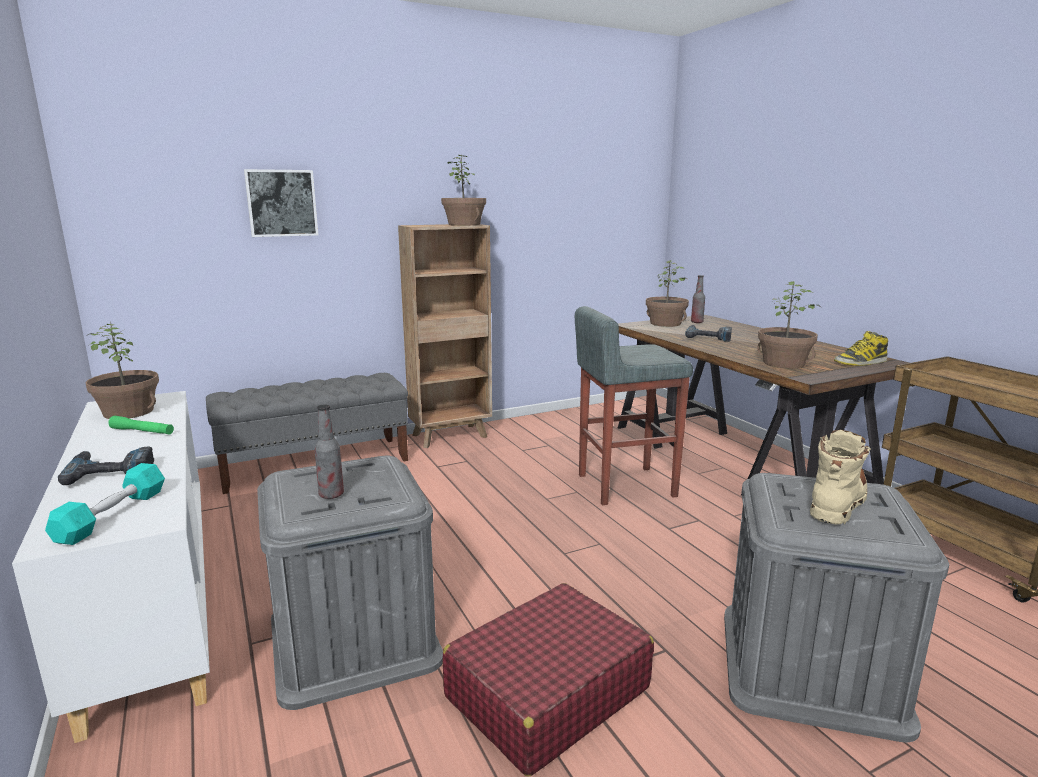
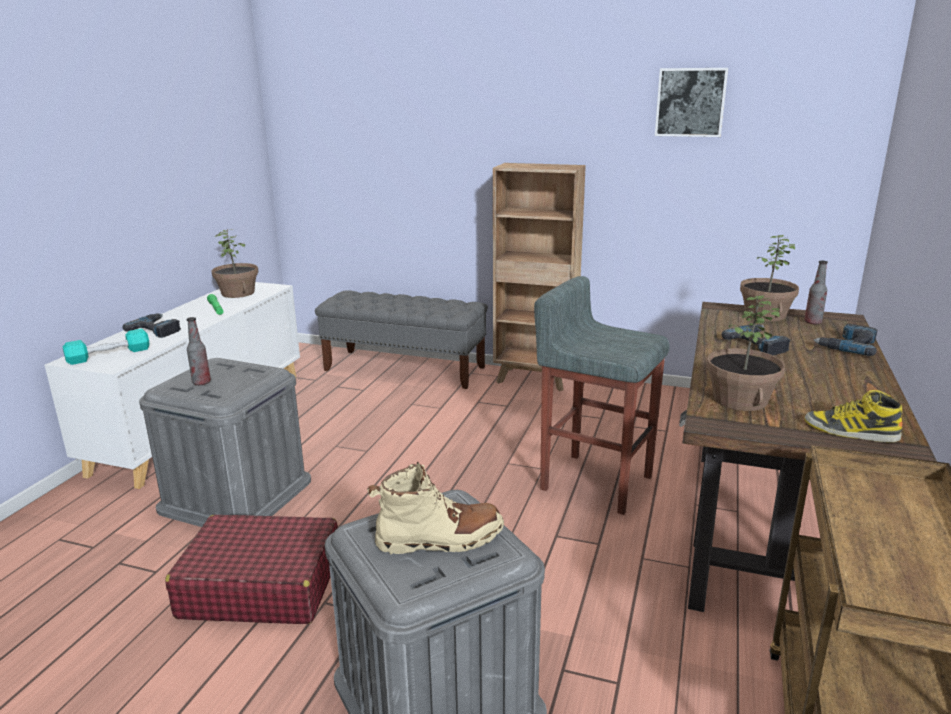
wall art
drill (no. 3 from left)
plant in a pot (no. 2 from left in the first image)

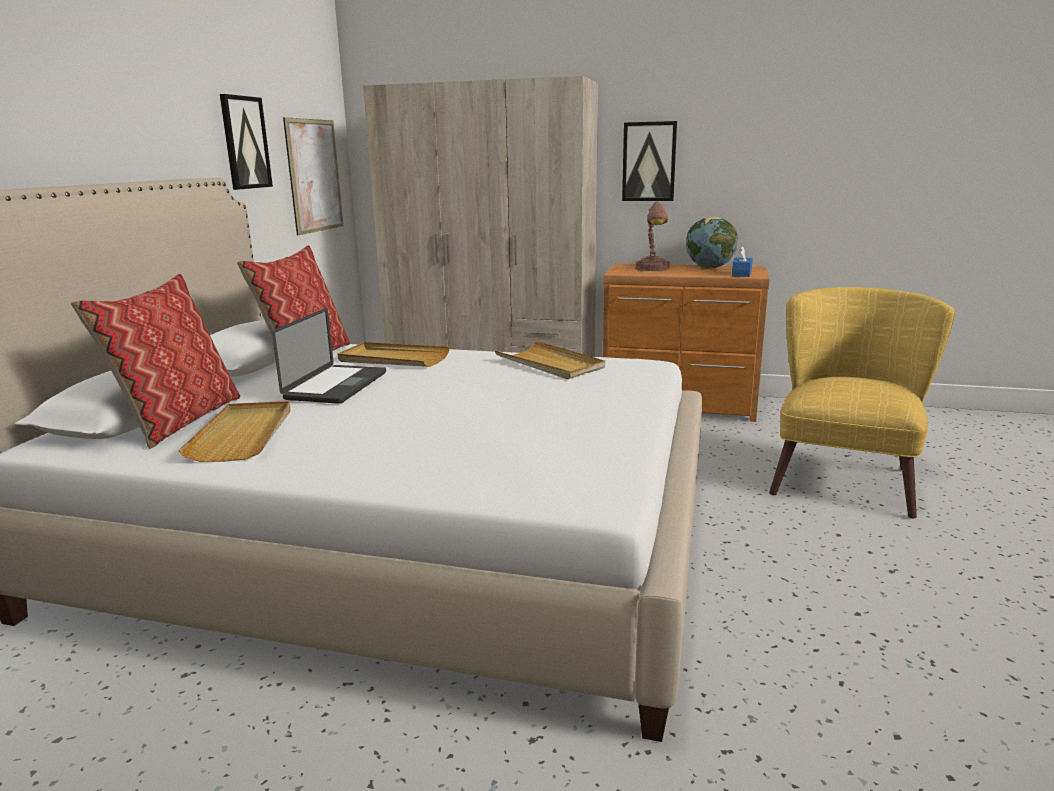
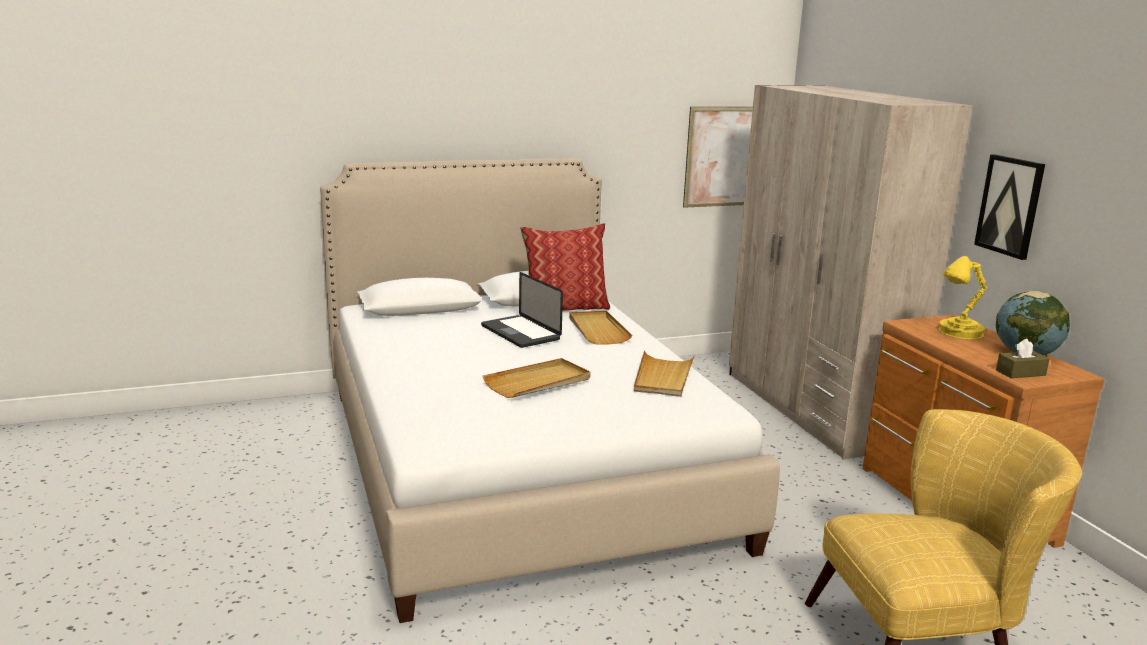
portable computer
serving tray (sand-coloured) (no. 1 from left)
table lamp (yellow)
tissue box (brown)
pillow (no. 1 from left in the first image)
wall art (no. 1 from left in the first image)

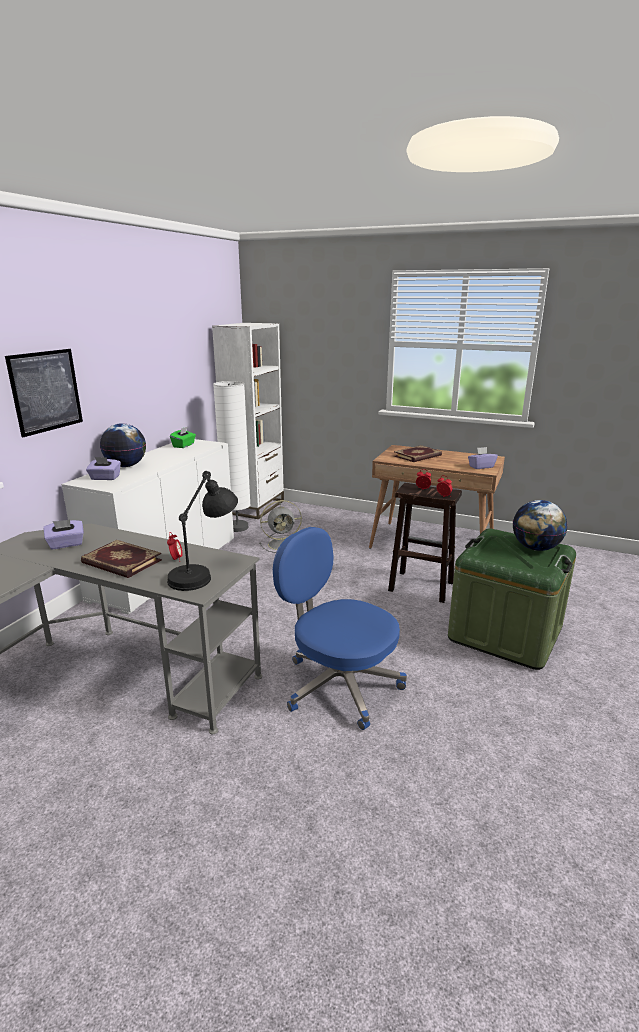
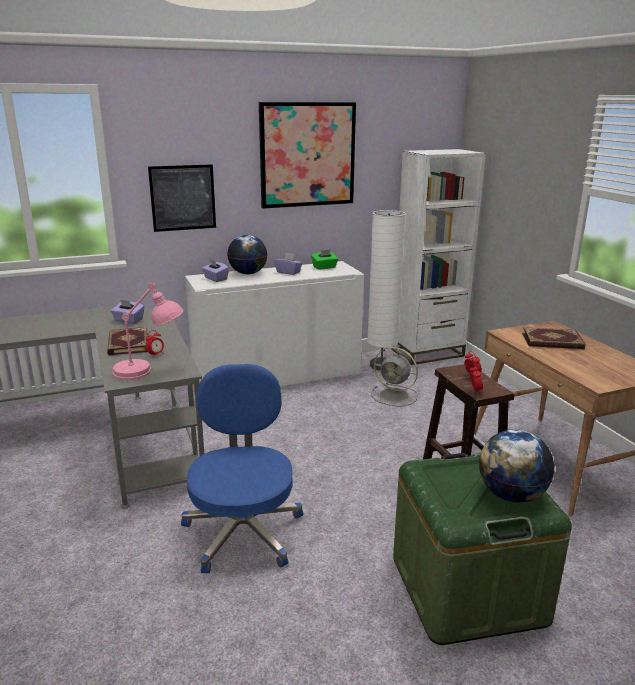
table lamp (pinkish)
wall art (no. 2 from left)
tissue box (purple-coloured) (no. 3 from left)

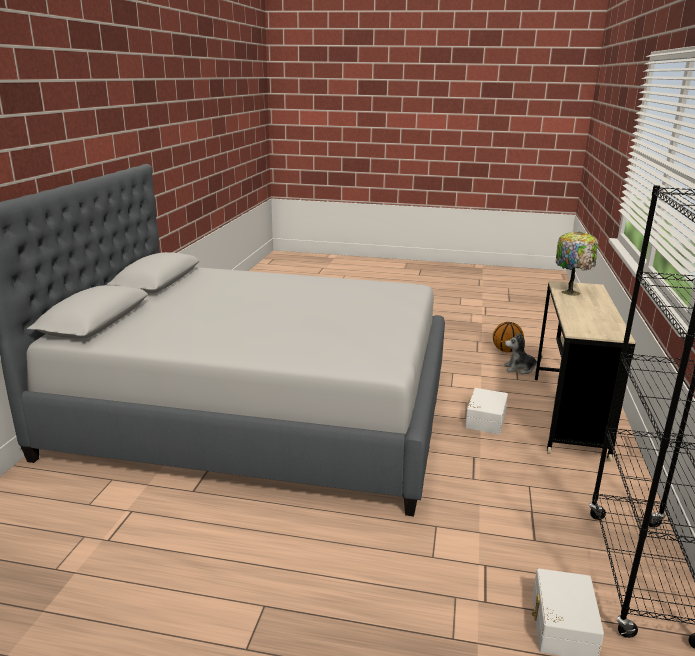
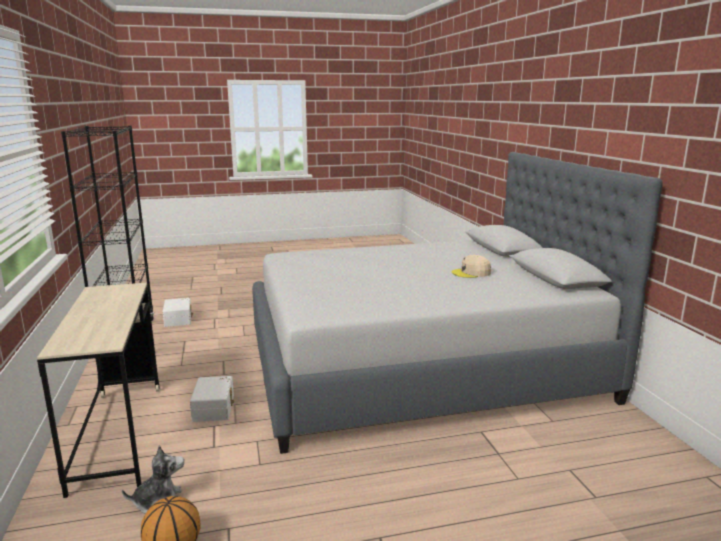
peaked cap (sand-coloured)
table lamp

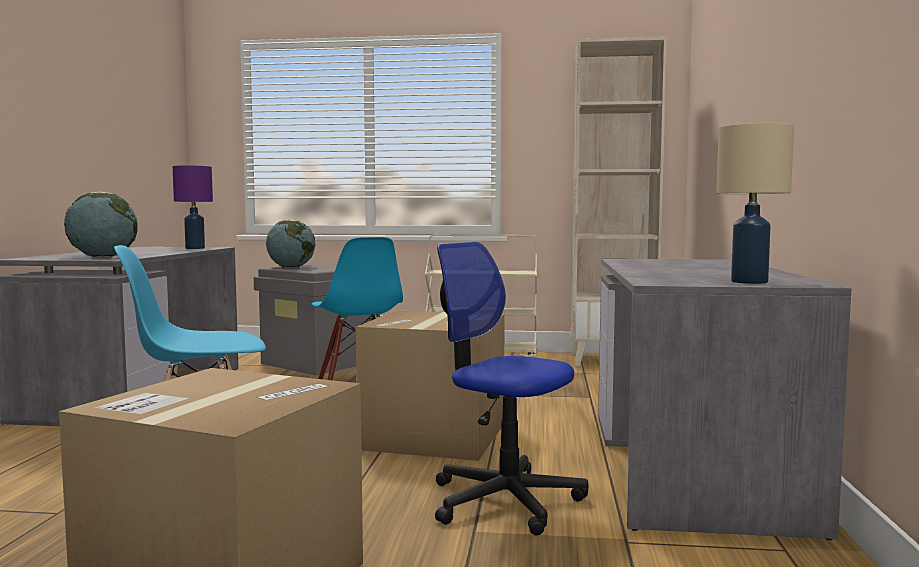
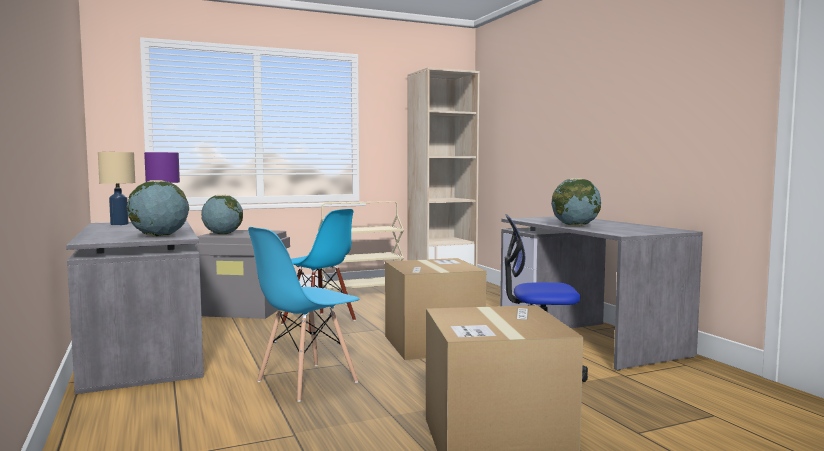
table lamp (sand-coloured)
globe (no. 3 from left)

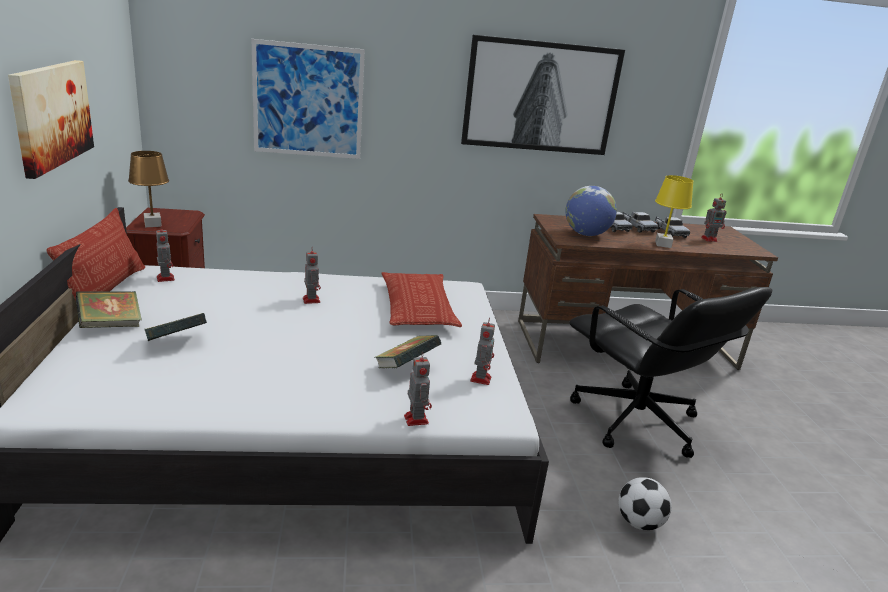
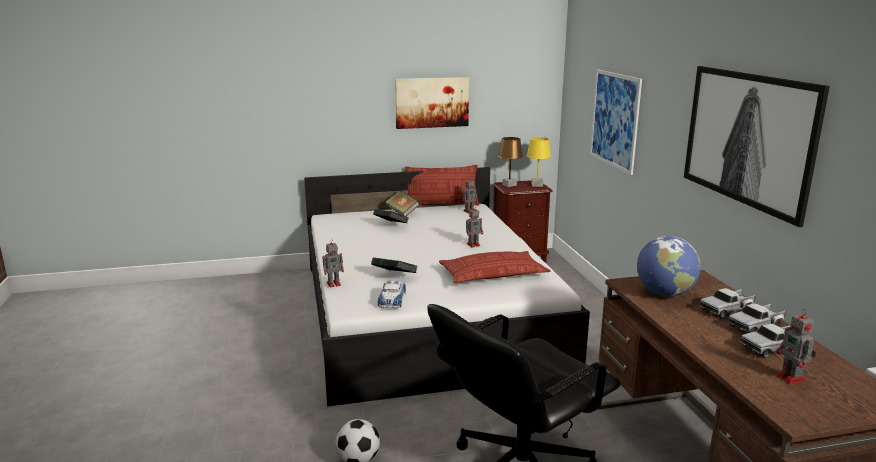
toy car
table lamp (yellow)

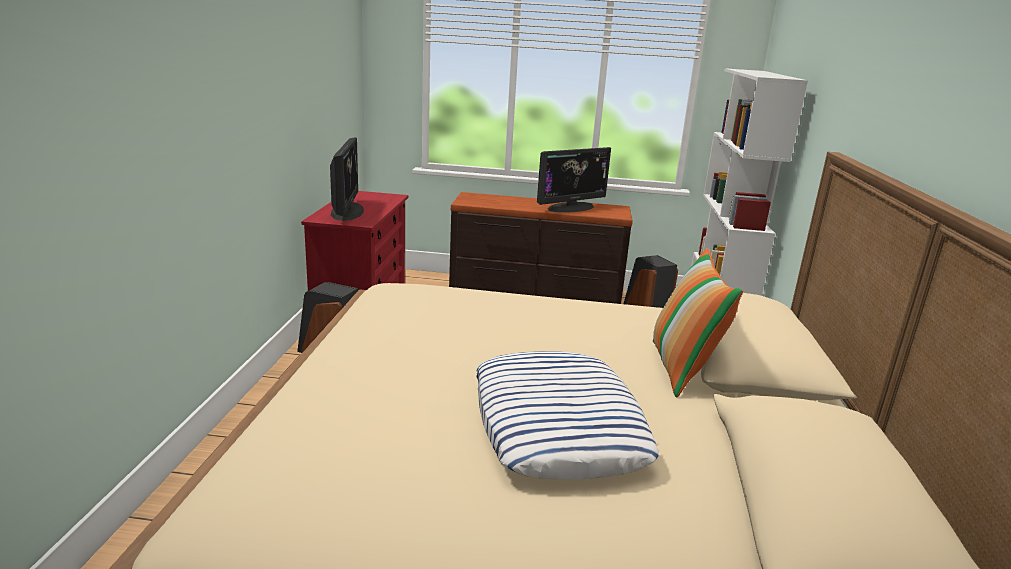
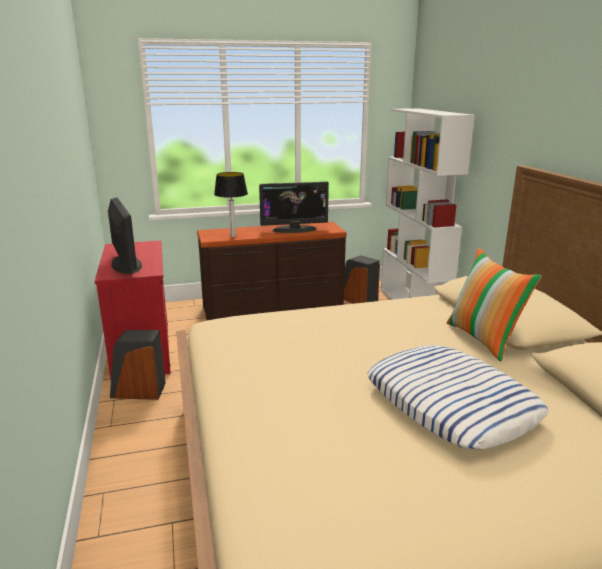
table lamp
monitor (no. 2 from left)

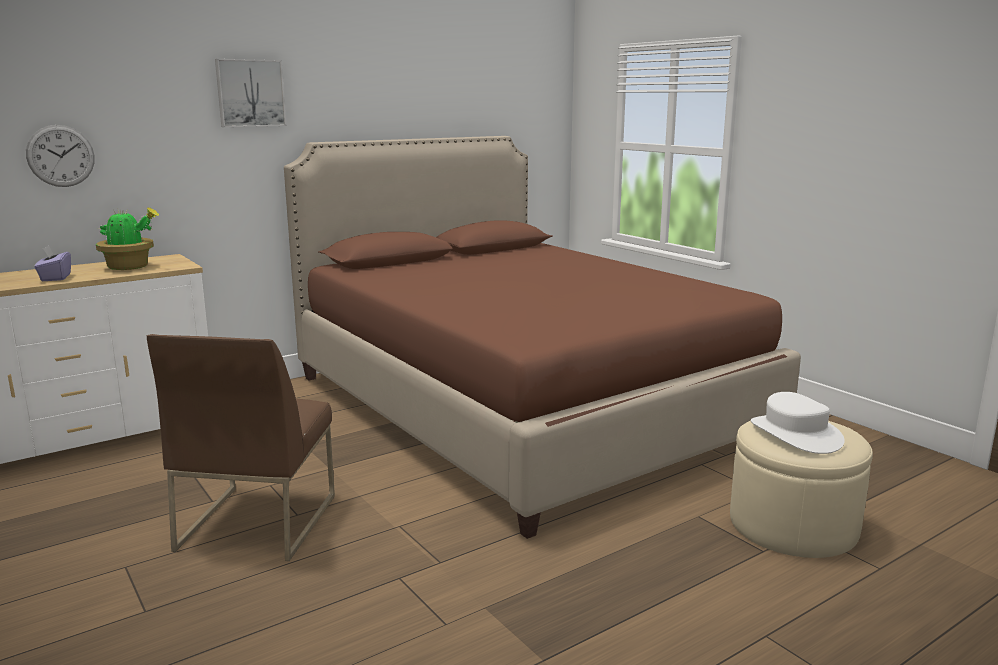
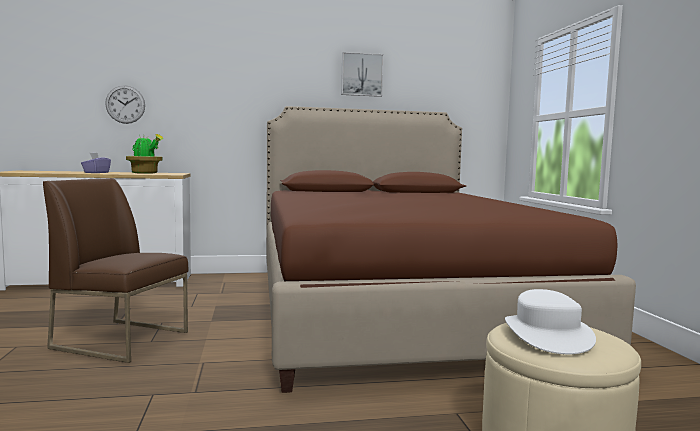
chair (brown)
wall art

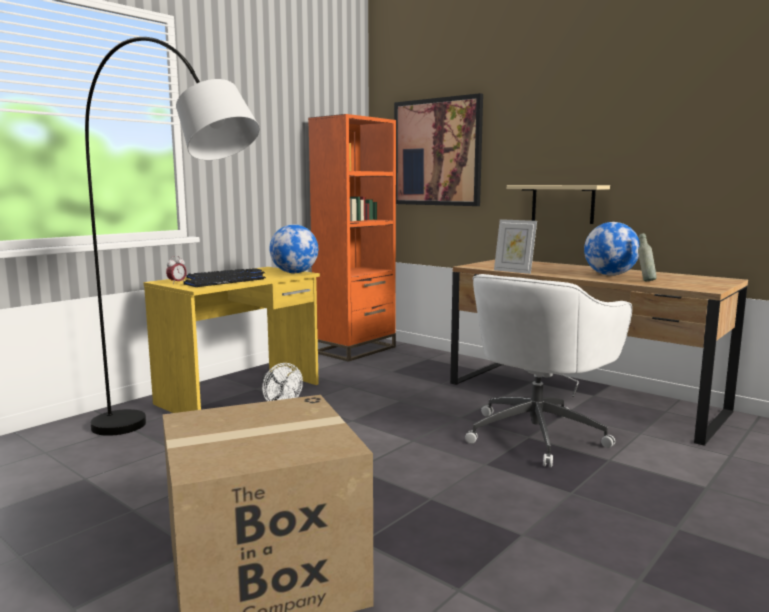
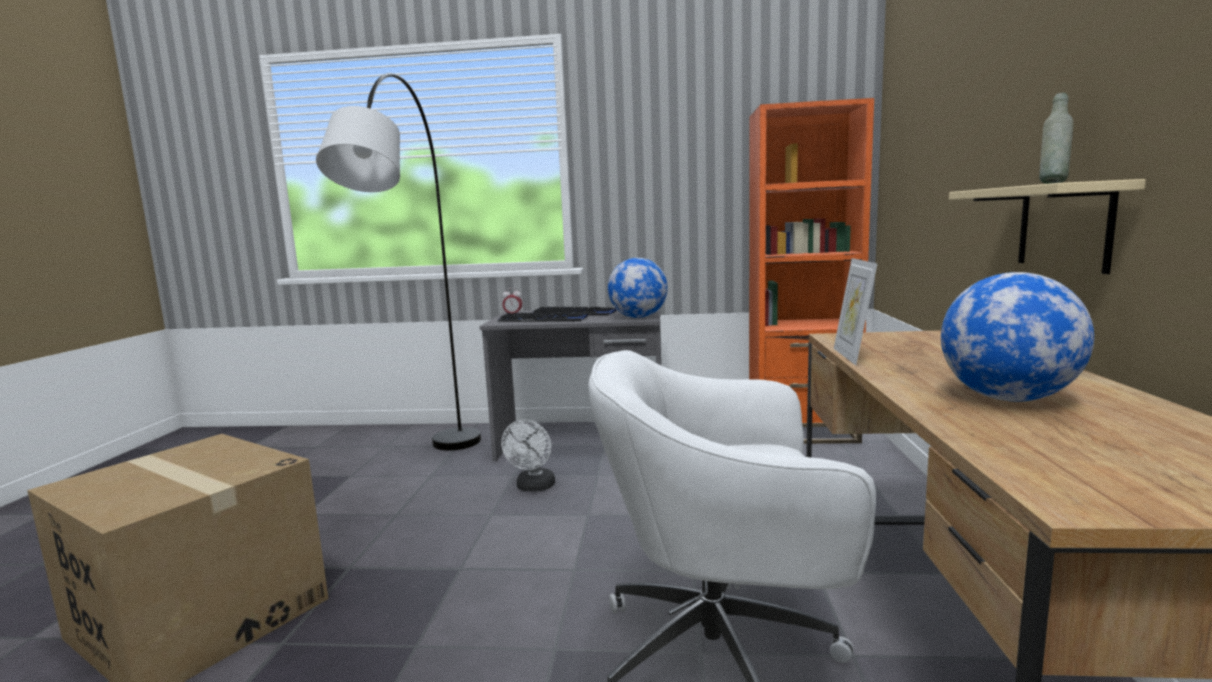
desk (gray)
drink bottle (gray)
wall art

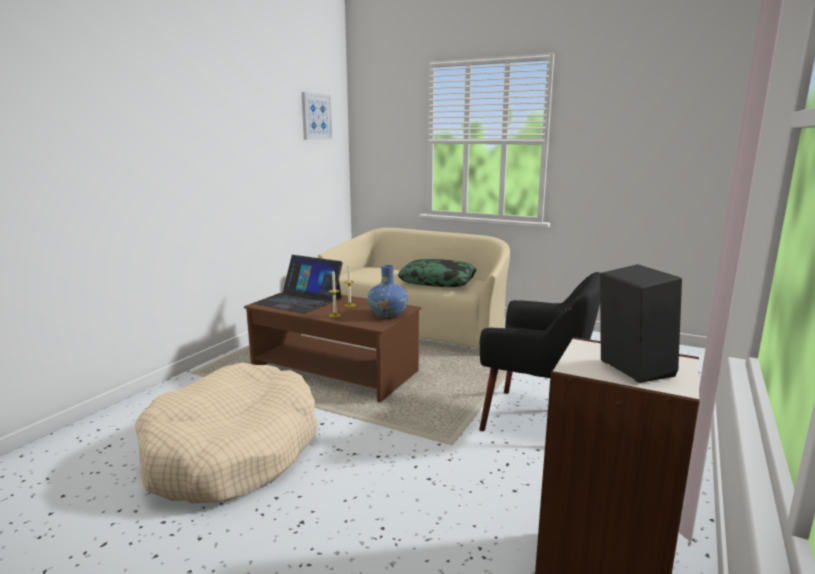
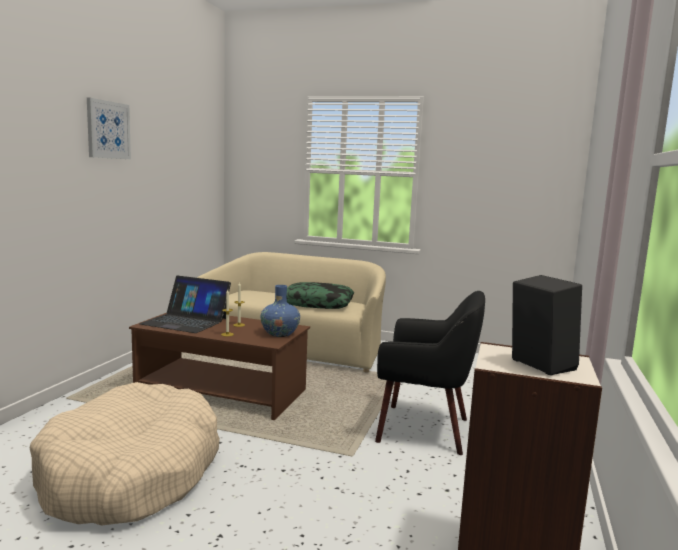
wall art

